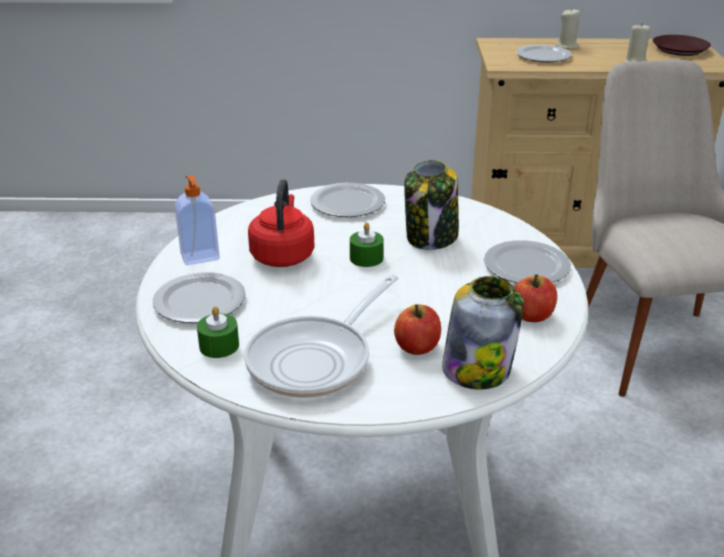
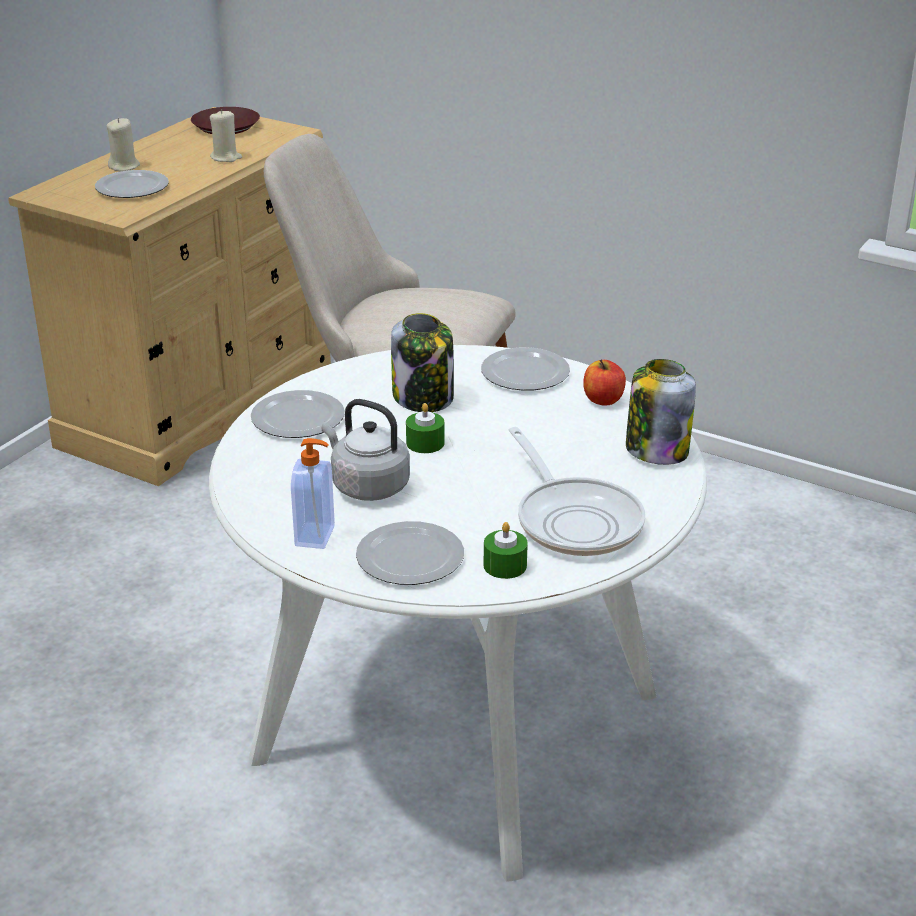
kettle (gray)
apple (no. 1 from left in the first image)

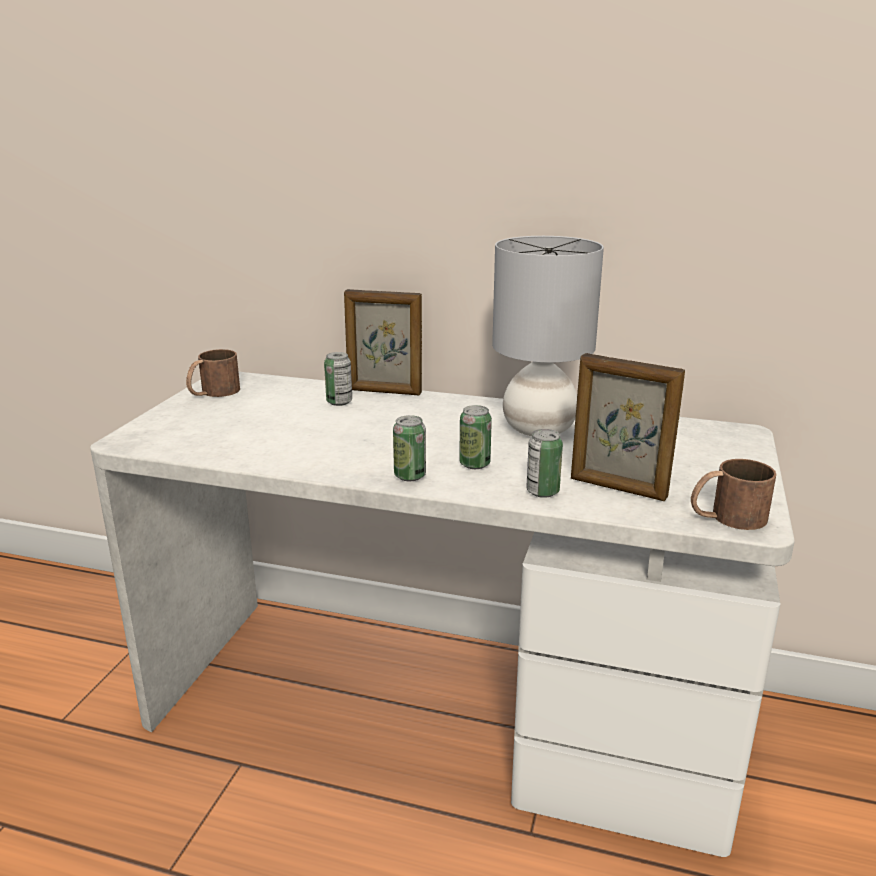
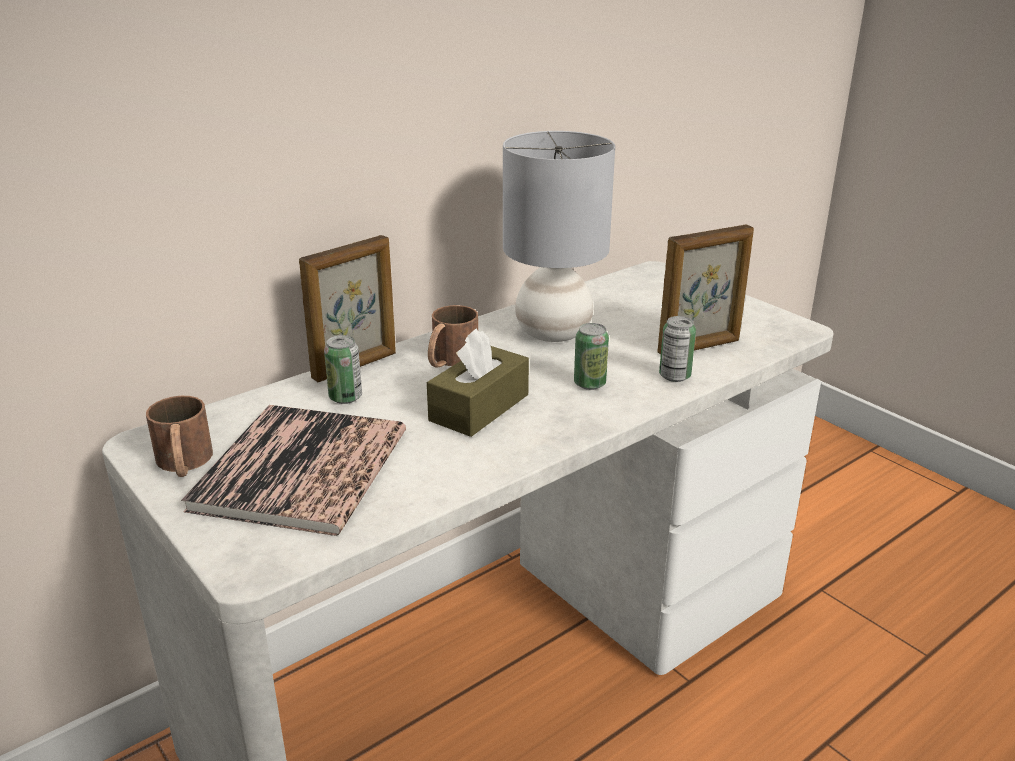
bound book
tissue box (brown)
mug (brown) (no. 2 from left)
can (no. 2 from left in the first image)

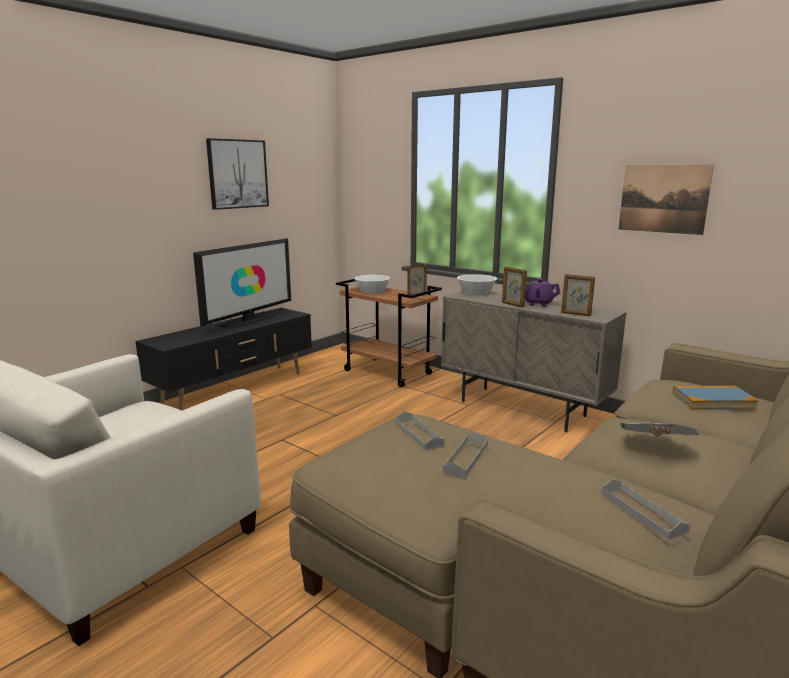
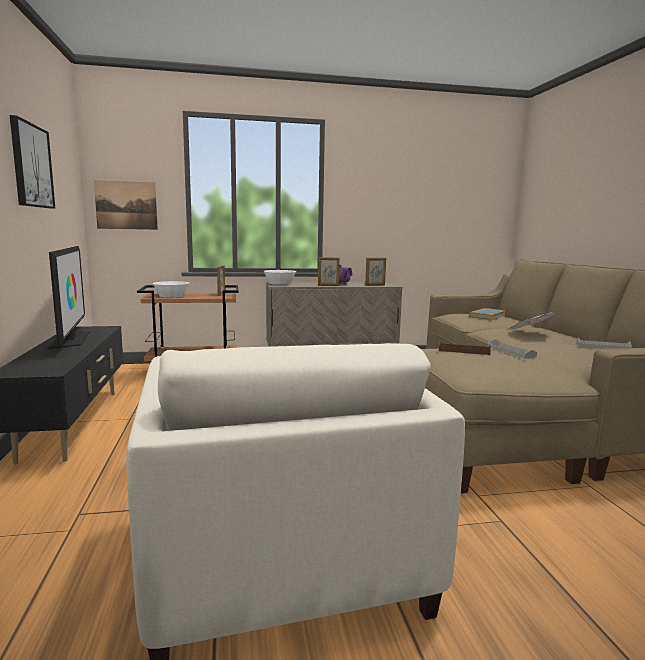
wall art (no. 2 from left)
serving tray (brown)

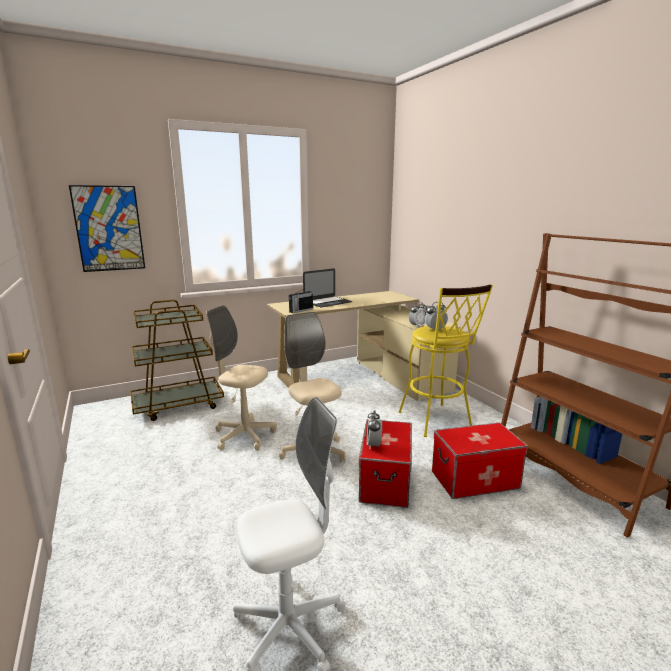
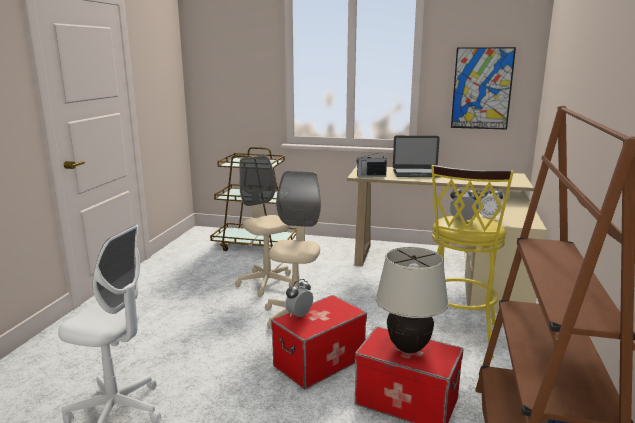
table lamp (sand-coloured)
wall art

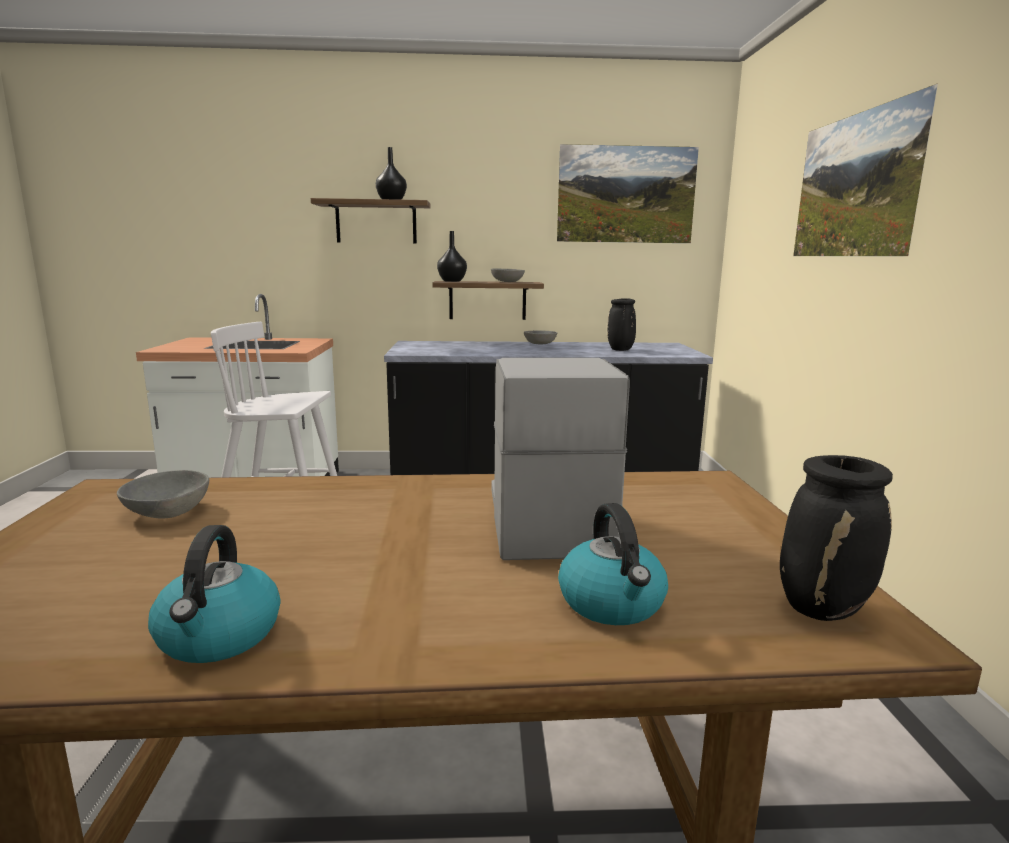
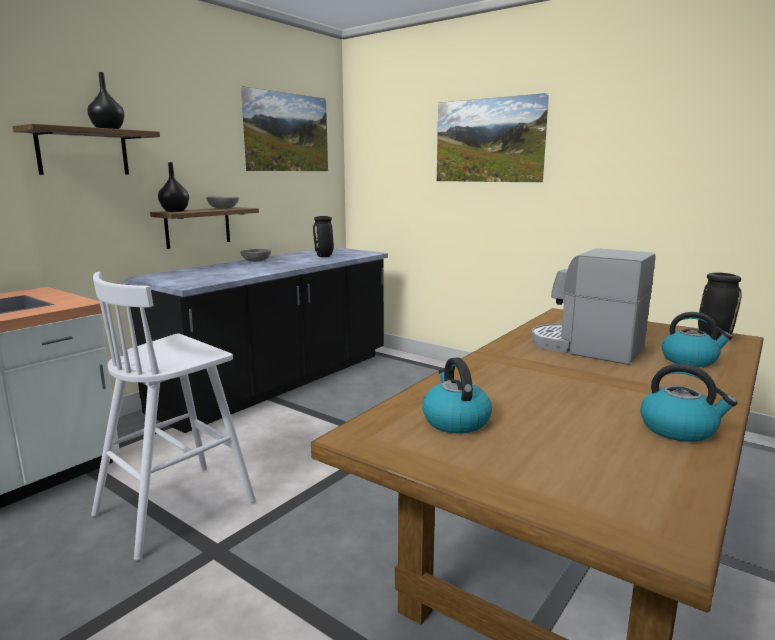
kettle (no. 1 from left)

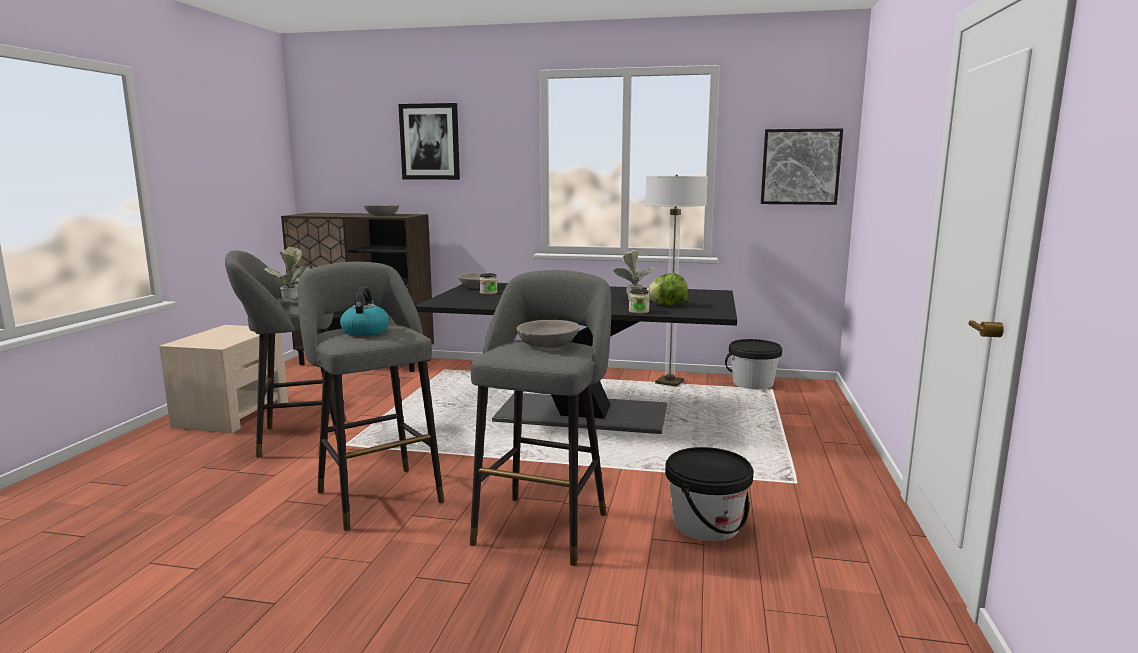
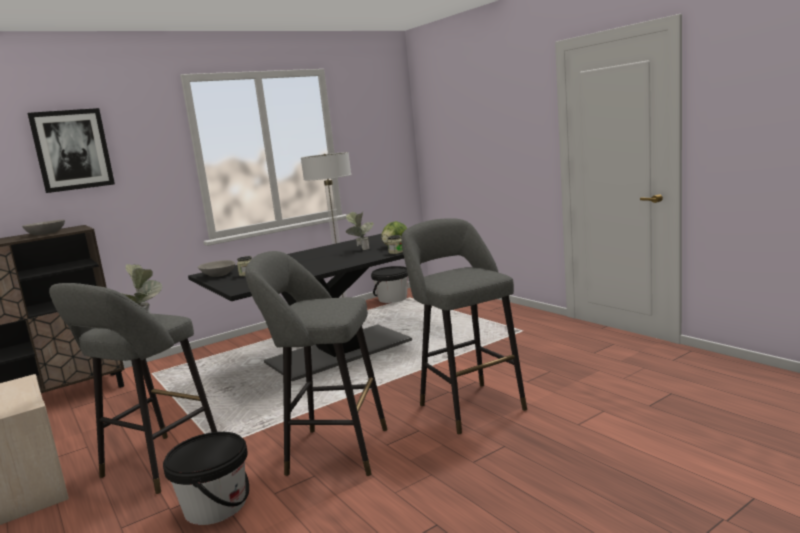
bucket (blackish) (no. 1 from left)
kettle
serving bowl (gray) (no. 3 from left in the first image)
wall art (no. 2 from left in the first image)

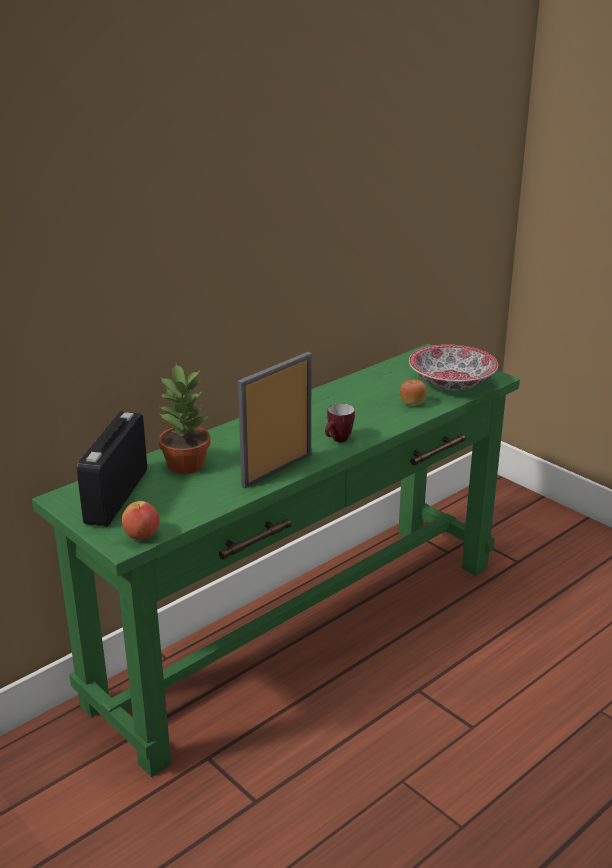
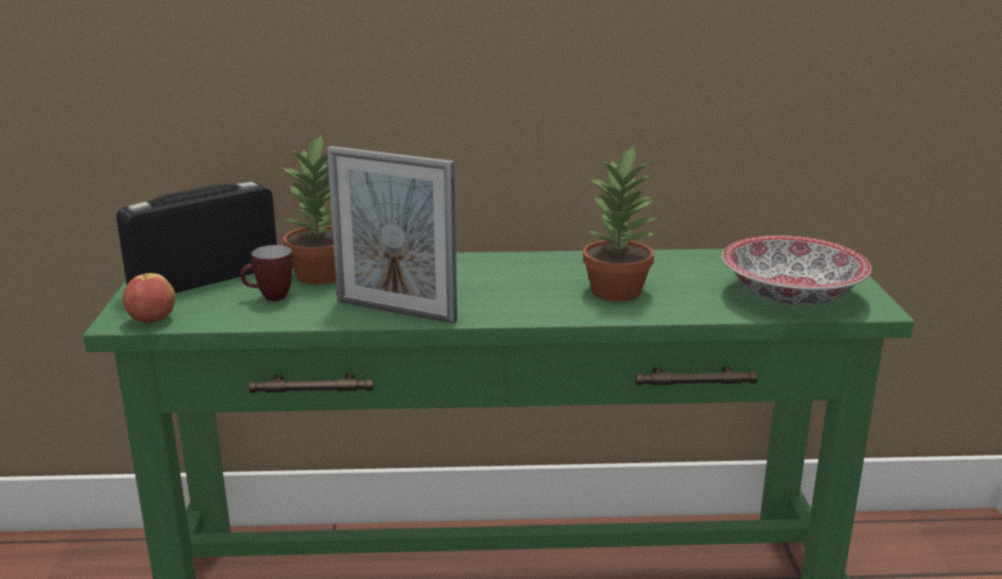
mug
picture frame
plant in a pot (no. 2 from left)
apple (no. 2 from left in the first image)

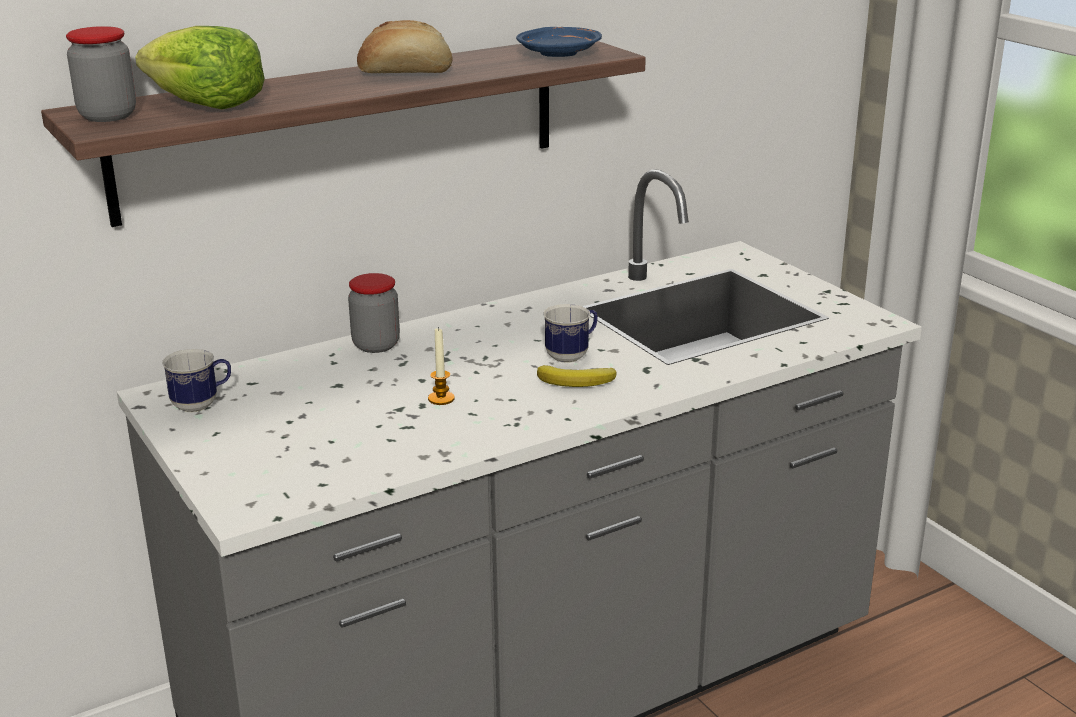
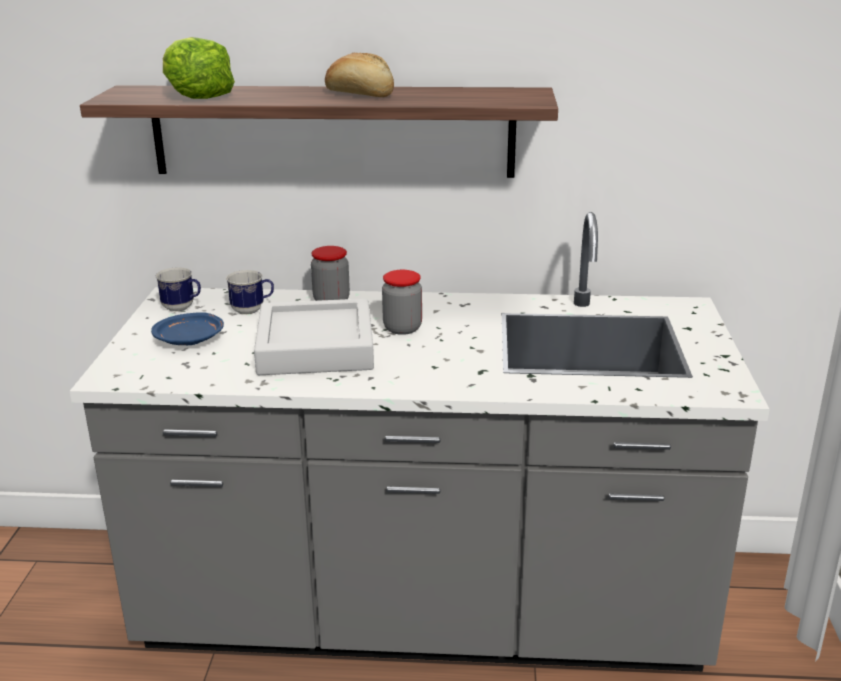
flat dish (blue)
mug (no. 2 from left)
serving tray (gray)
preserve jar (no. 2 from left)
whole banana

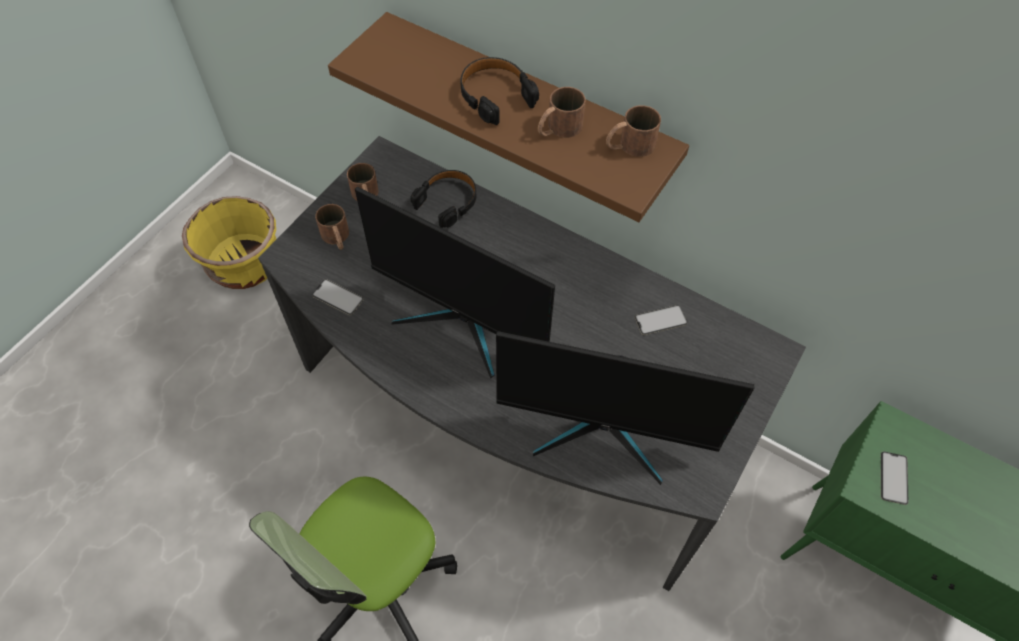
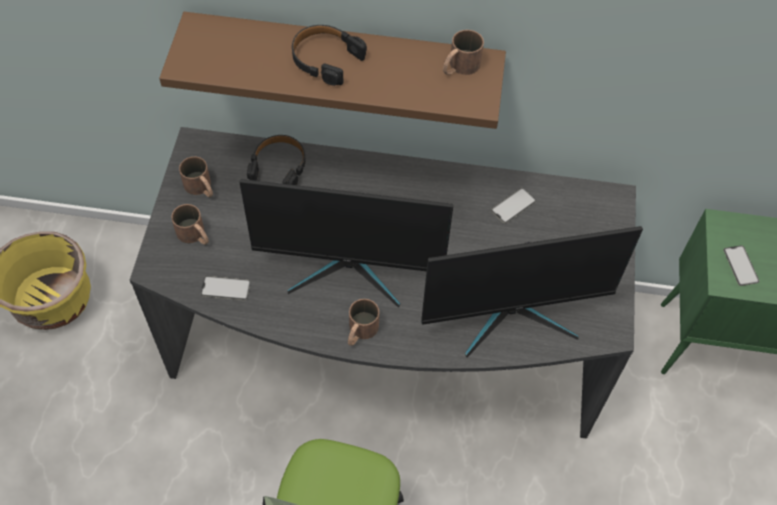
mug (brown) (no. 3 from left)

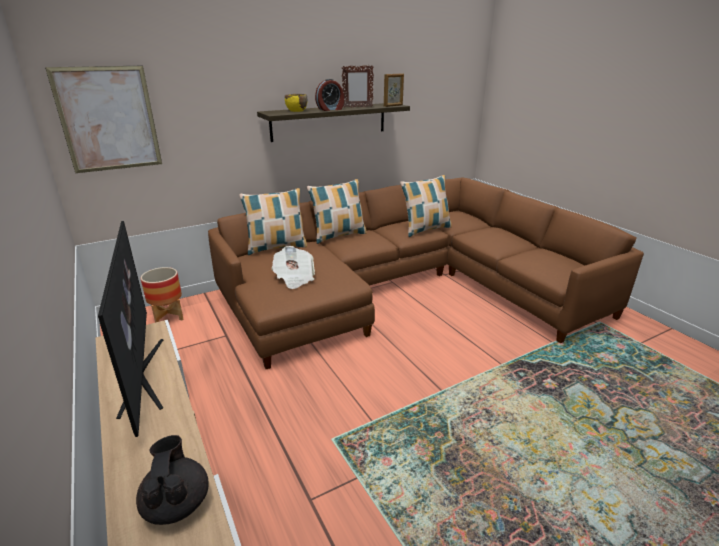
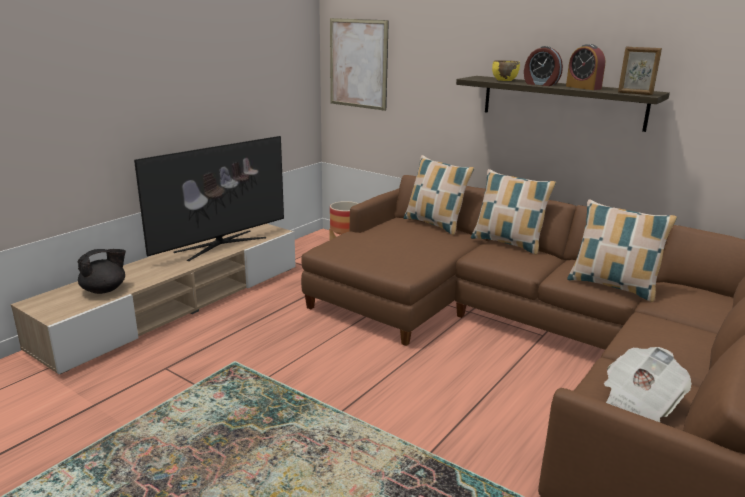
bedside clock (no. 2 from left)
daily paper

